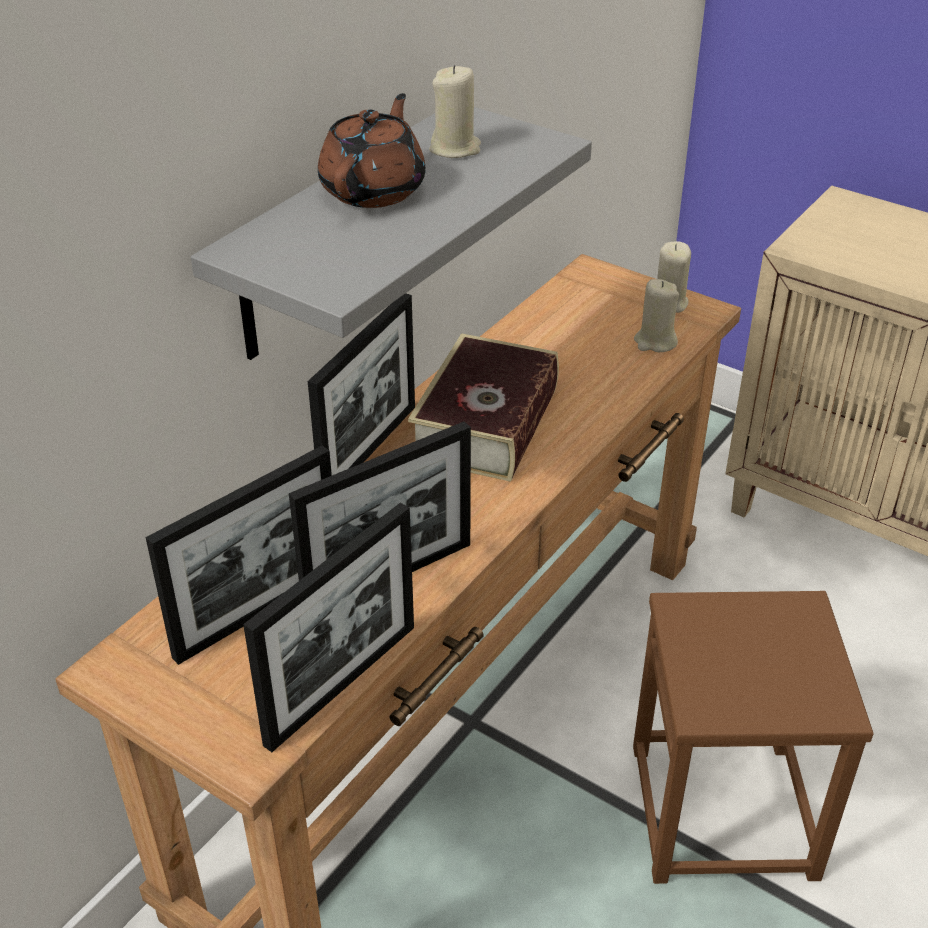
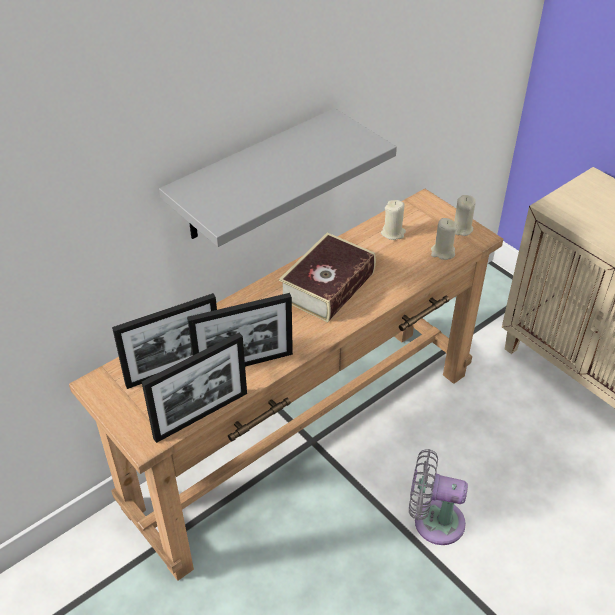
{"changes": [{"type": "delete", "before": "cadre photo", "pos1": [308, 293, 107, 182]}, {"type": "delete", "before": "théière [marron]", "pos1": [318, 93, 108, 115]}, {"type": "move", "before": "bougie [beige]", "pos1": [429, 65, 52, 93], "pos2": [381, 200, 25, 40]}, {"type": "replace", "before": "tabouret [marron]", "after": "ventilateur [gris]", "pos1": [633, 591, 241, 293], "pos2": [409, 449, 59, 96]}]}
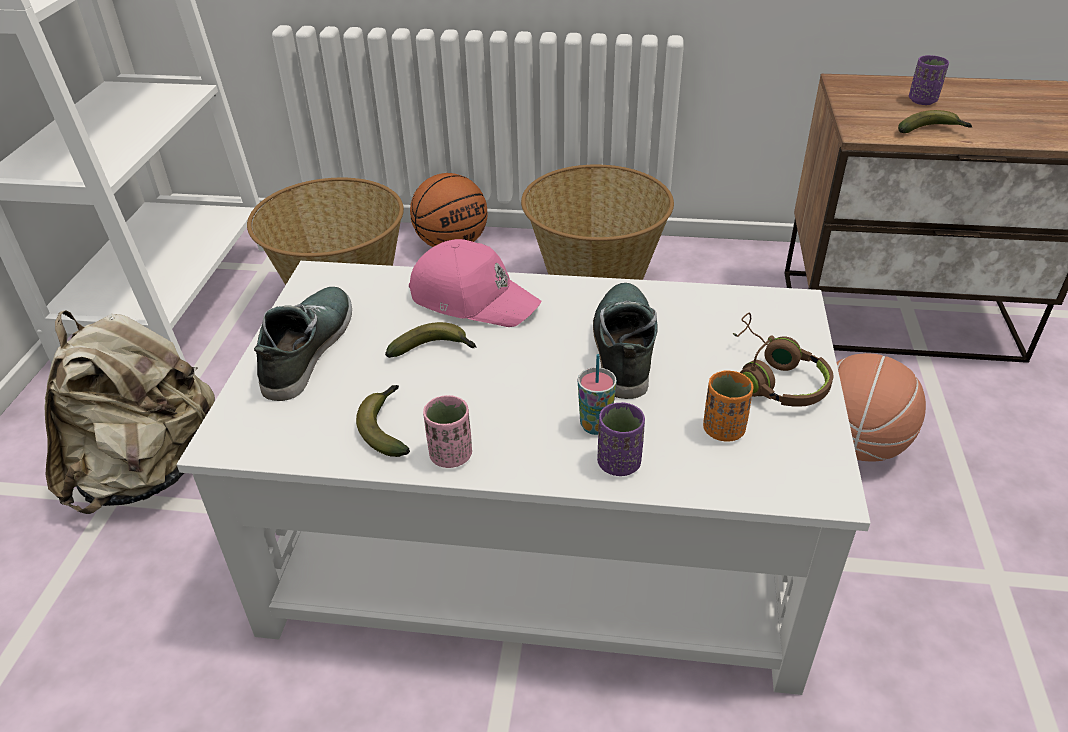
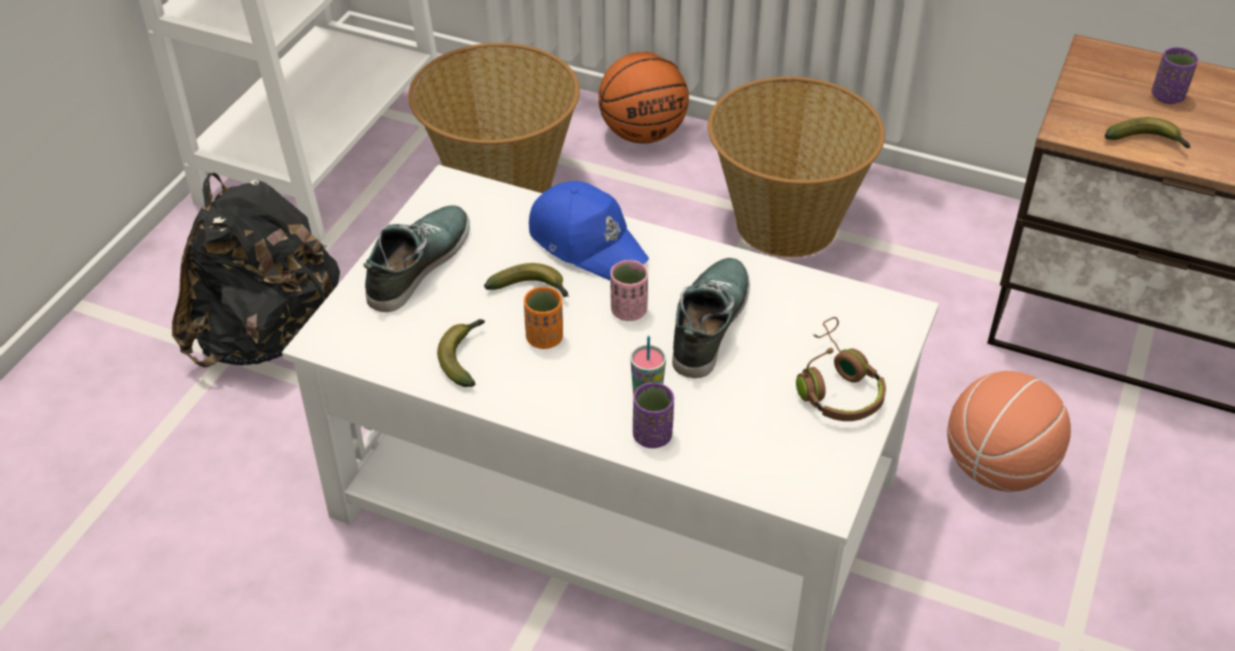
{"changes": [{"type": "recolor", "before": "sac à dos [beige]", "after": "sac à dos [noir]", "pos1": [44, 310, 171, 204], "pos2": [172, 173, 168, 194]}, {"type": "recolor", "before": "casquette [rose]", "after": "casquette [bleu]", "pos1": [409, 239, 132, 88], "pos2": [529, 181, 120, 99]}, {"type": "move", "before": "tasse [rose]", "pos1": [423, 395, 49, 73], "pos2": [610, 260, 38, 61]}, {"type": "move", "before": "tasse [orange]", "pos1": [703, 370, 50, 72], "pos2": [524, 287, 39, 62]}]}
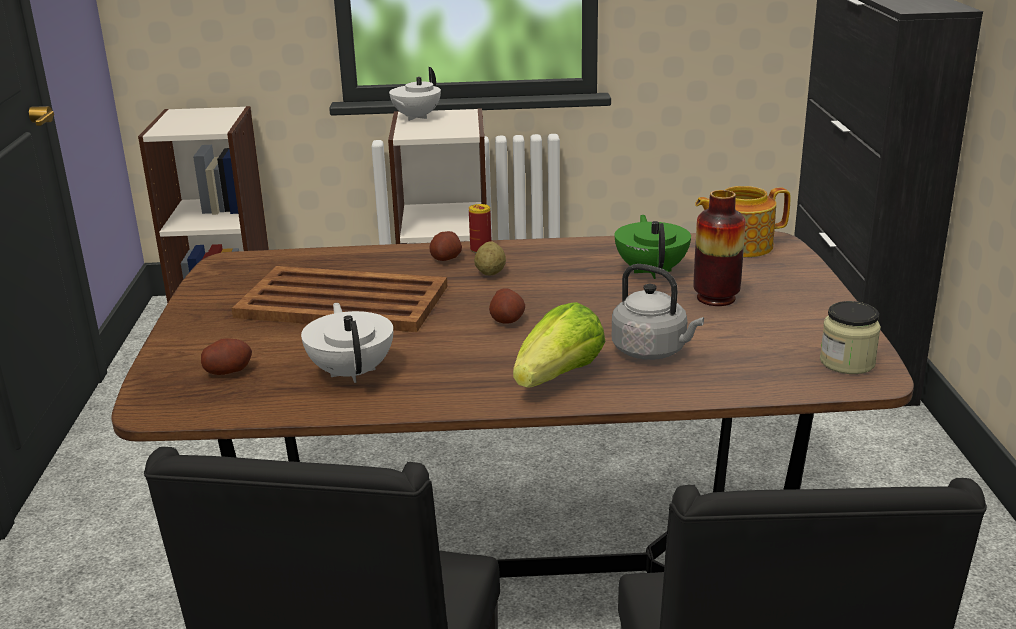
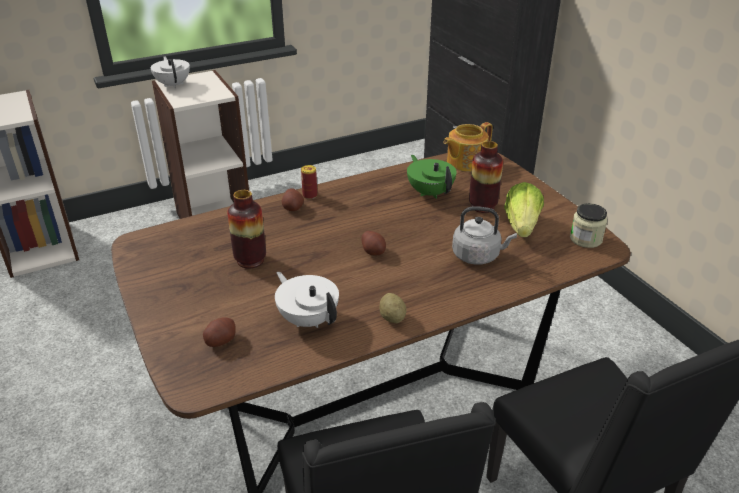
{"changes": [{"type": "replace", "before": "plateau [marron]", "after": "vase", "pos1": [232, 266, 215, 66], "pos2": [227, 190, 39, 79]}, {"type": "rotate", "before": "théière [blanc]", "pos1": [389, 67, 52, 54], "pos2": [151, 56, 39, 32], "turn": 150}, {"type": "move", "before": "pomme de terre", "pos1": [474, 241, 32, 34], "pos2": [379, 293, 28, 30]}, {"type": "move", "before": "laitue", "pos1": [513, 302, 92, 86], "pos2": [504, 182, 40, 55]}]}
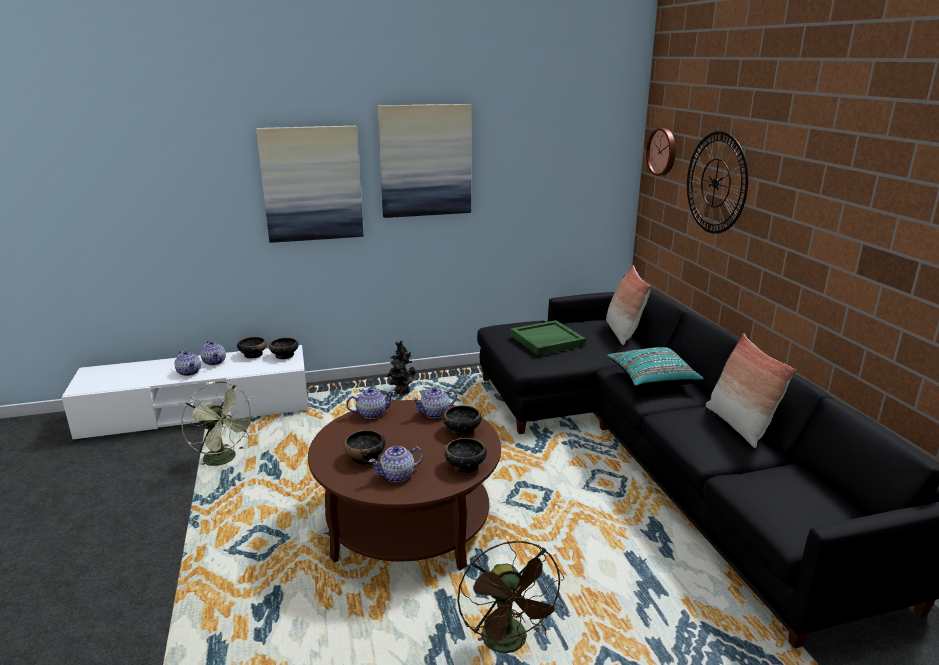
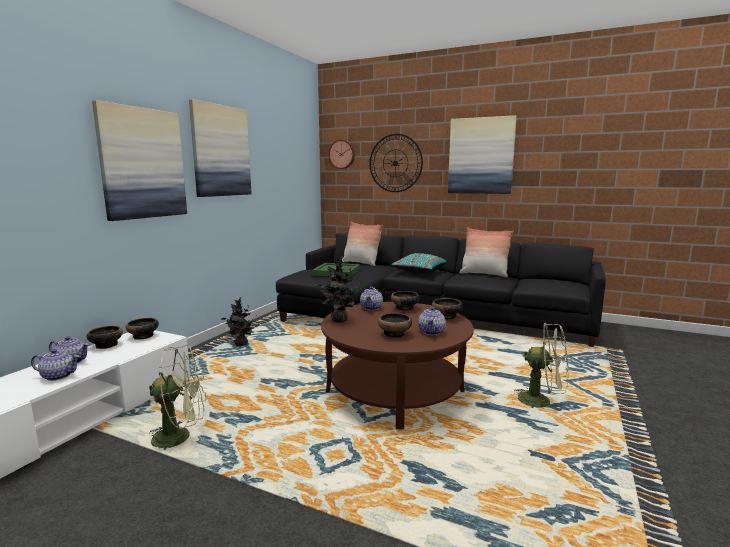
{"changes": [{"type": "replace", "before": "théière", "after": "plante en pot", "pos1": [346, 388, 49, 31], "pos2": [315, 256, 47, 66]}, {"type": "recolor", "before": "ventilateur [marron]", "after": "ventilateur [vert]", "pos1": [457, 541, 107, 112], "pos2": [514, 323, 55, 85]}, {"type": "insert", "after": "tableau", "pos2": [448, 115, 69, 79]}]}
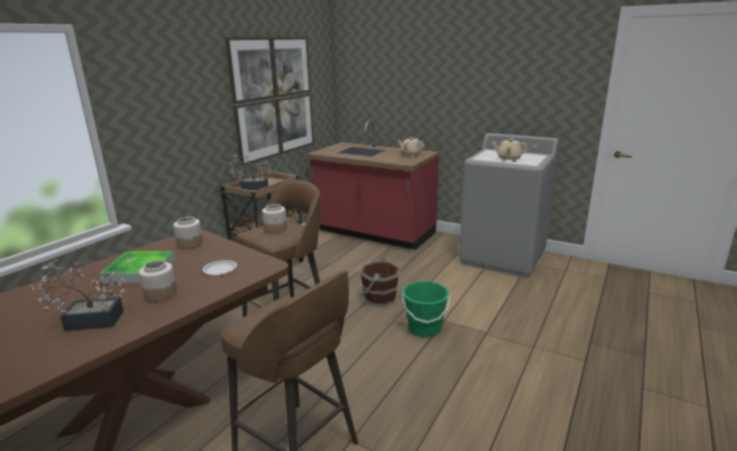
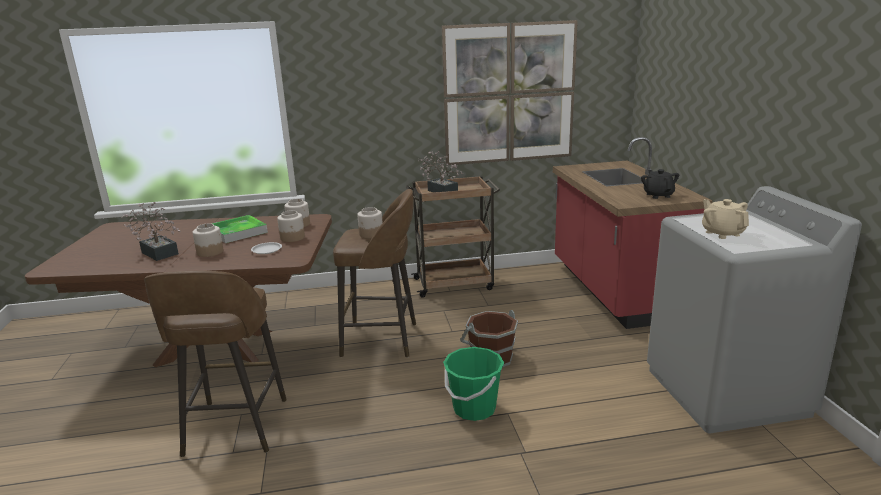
{"changes": [{"type": "recolor", "before": "théière [beige]", "after": "théière [noir]", "pos1": [398, 137, 26, 20], "pos2": [641, 169, 38, 30]}, {"type": "insert", "after": "bocal", "pos2": [277, 210, 28, 32]}]}
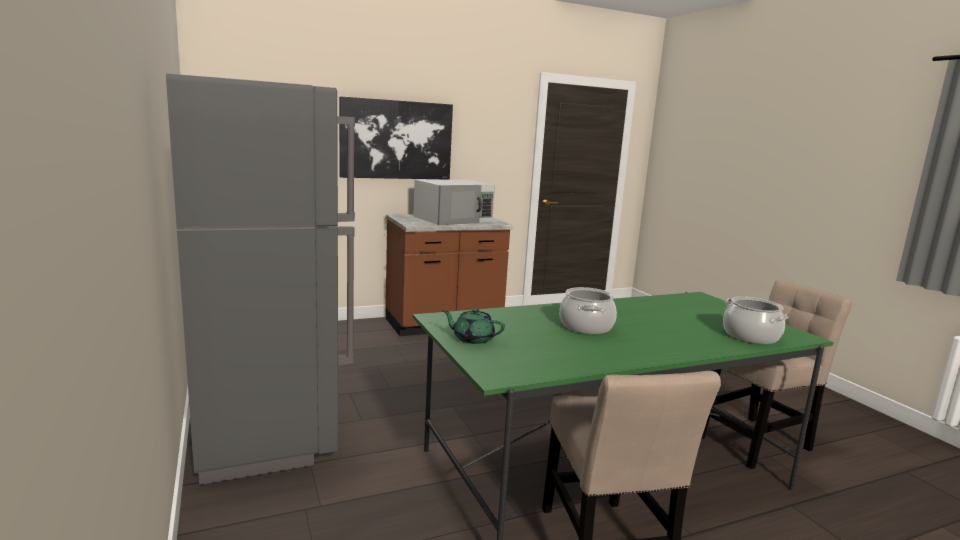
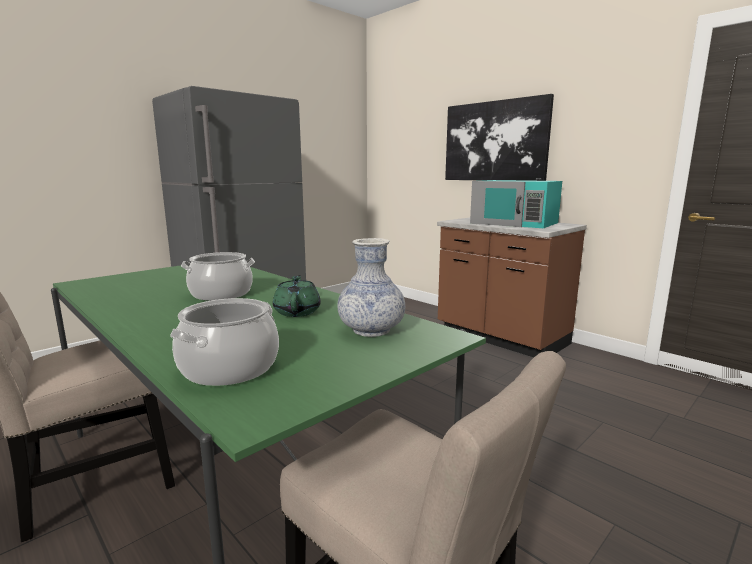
{"changes": [{"type": "recolor", "before": "micro-ondes [blanc]", "after": "micro-ondes [turquoise]", "pos1": [413, 179, 82, 46], "pos2": [470, 180, 92, 48]}, {"type": "move", "before": "théière [vert]", "pos1": [443, 308, 62, 36], "pos2": [273, 275, 48, 42]}, {"type": "insert", "after": "vase", "pos2": [337, 238, 68, 99]}]}
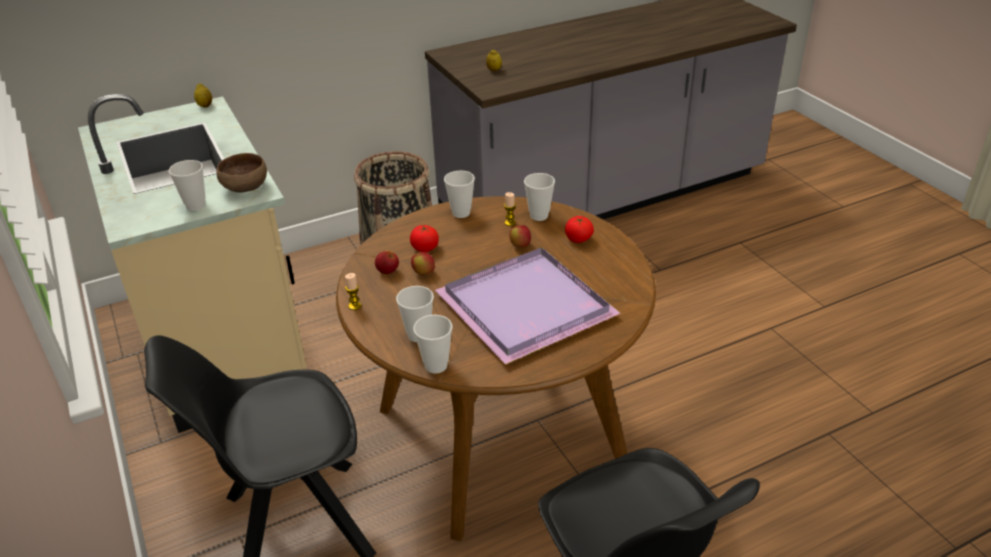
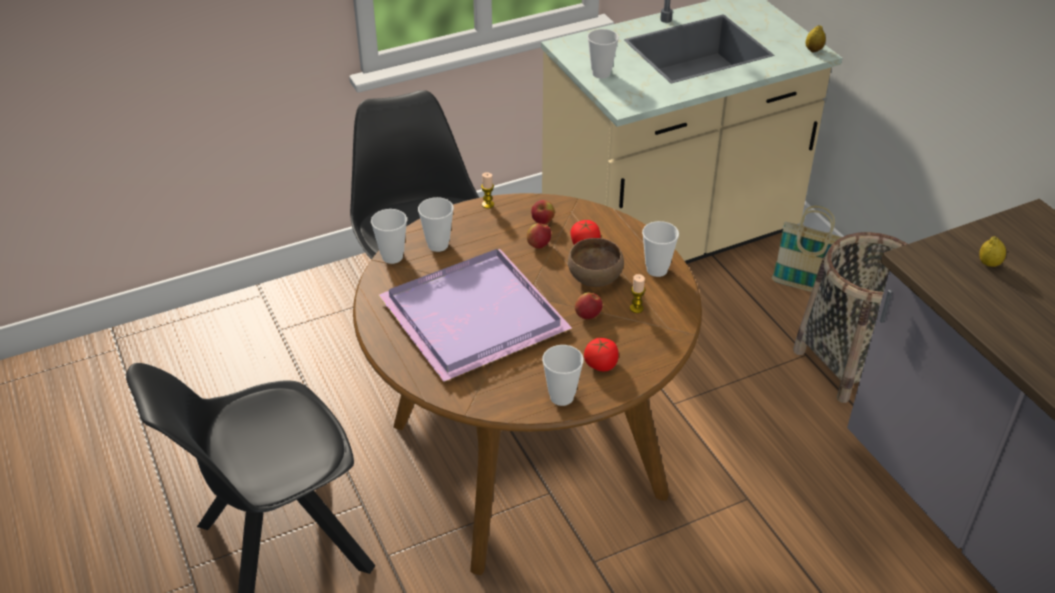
{"changes": [{"type": "move", "before": "bol [marron]", "pos1": [216, 153, 51, 39], "pos2": [568, 238, 56, 49]}, {"type": "move", "before": "tasse", "pos1": [524, 173, 31, 48], "pos2": [542, 345, 42, 61]}, {"type": "insert", "after": "panier", "pos2": [772, 206, 70, 86]}]}
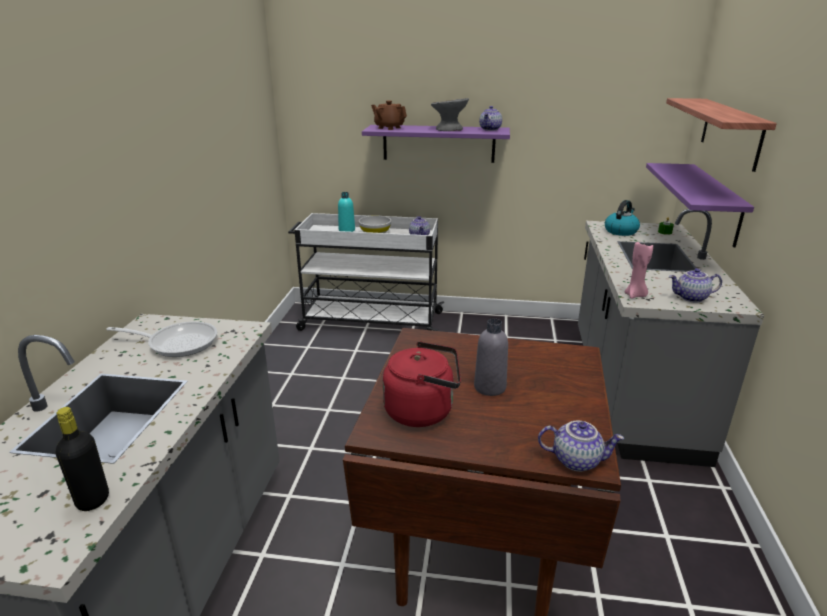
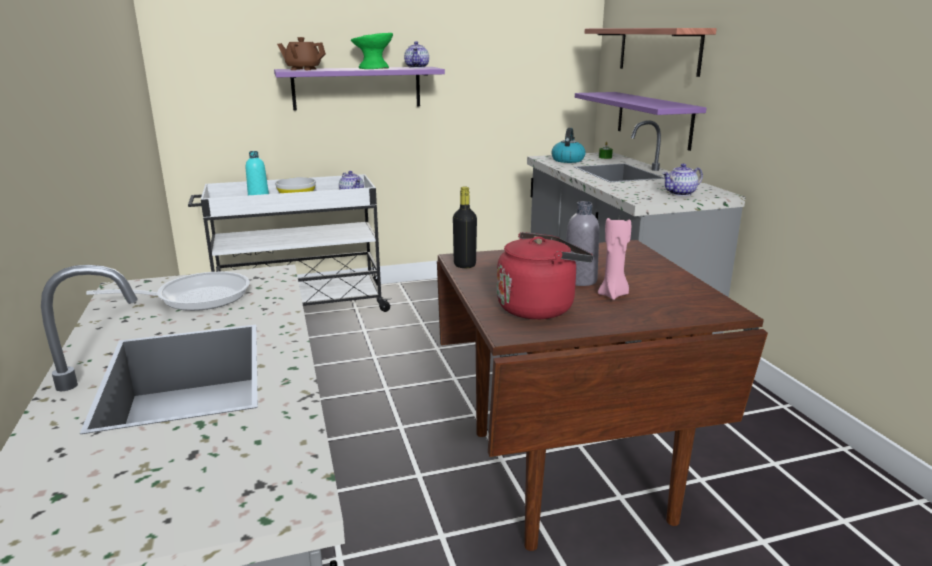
{"changes": [{"type": "move", "before": "bouteille [noir]", "pos1": [56, 407, 53, 104], "pos2": [453, 186, 24, 82]}, {"type": "recolor", "before": "bol [gris]", "after": "bol [vert]", "pos1": [431, 98, 38, 33], "pos2": [351, 33, 42, 36]}, {"type": "delete", "before": "théière", "pos1": [538, 421, 86, 51]}, {"type": "move", "before": "bougie [rose]", "pos1": [625, 242, 28, 57], "pos2": [598, 218, 33, 82]}]}
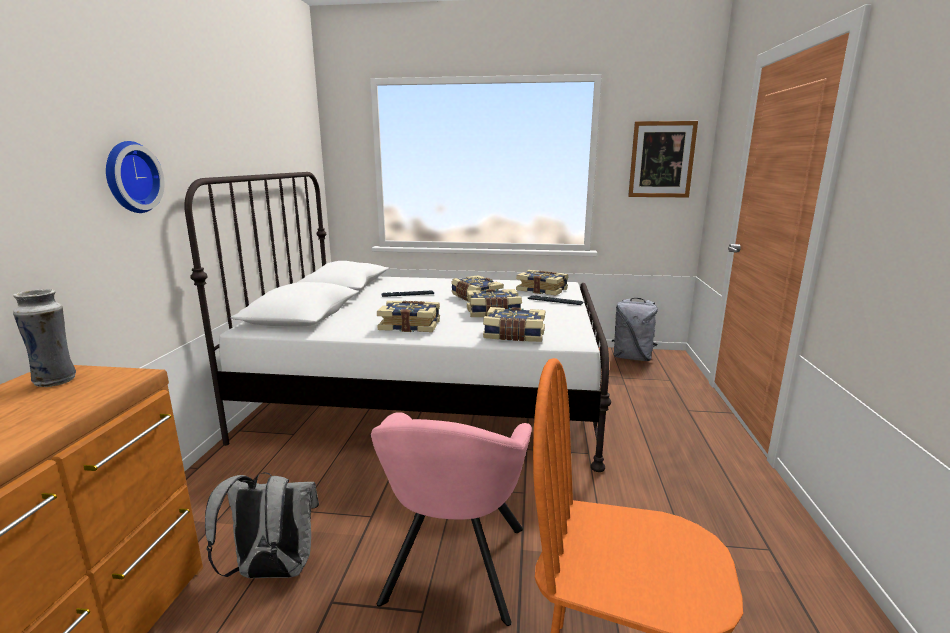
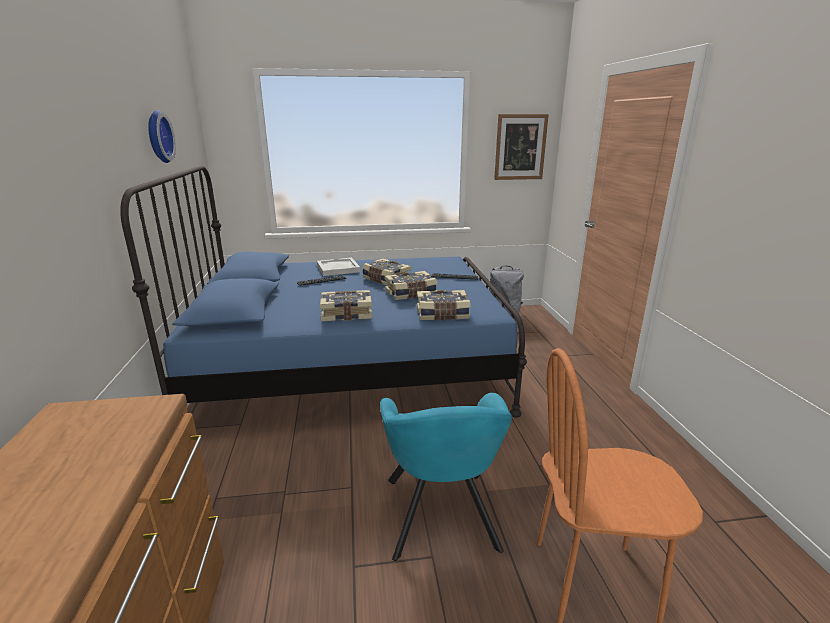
{"changes": [{"type": "delete", "before": "vase", "pos1": [13, 289, 63, 98]}, {"type": "move", "before": "horloge murale", "pos1": [106, 141, 59, 72], "pos2": [148, 110, 28, 53]}, {"type": "recolor", "before": "lit [blanc]", "after": "lit [bleu]", "pos1": [184, 172, 427, 300], "pos2": [120, 165, 407, 253]}, {"type": "delete", "before": "sac à dos [gris]", "pos1": [205, 472, 114, 106]}, {"type": "recolor", "before": "fauteuil [rose]", "after": "fauteuil [turquoise]", "pos1": [371, 412, 161, 214], "pos2": [380, 393, 132, 168]}, {"type": "delete", "before": "livre", "pos1": [516, 270, 52, 26]}, {"type": "insert", "after": "plateau [blanc]", "pos2": [317, 258, 43, 18]}]}
